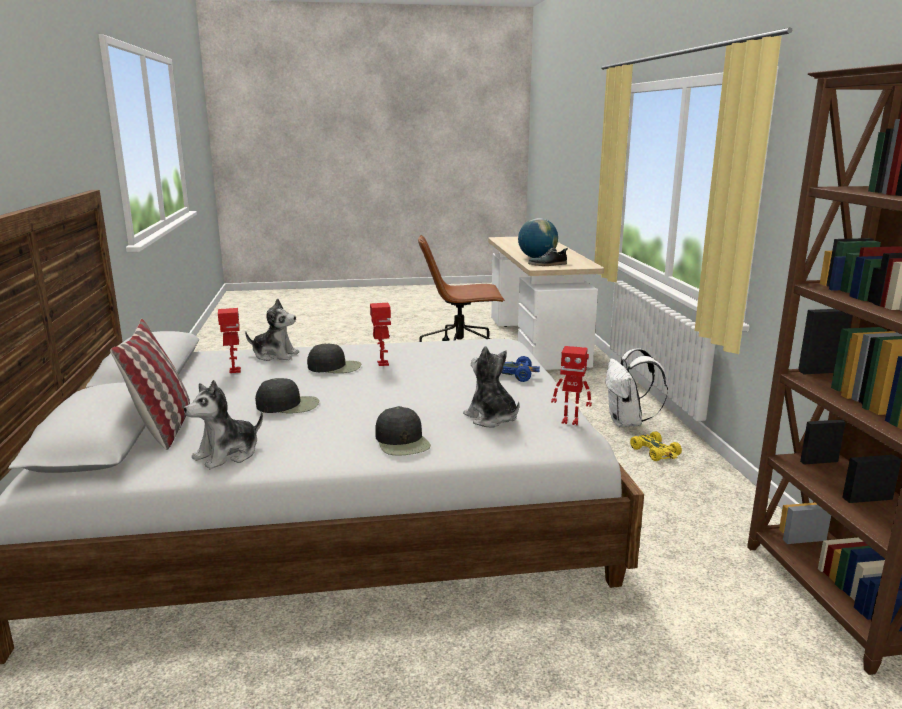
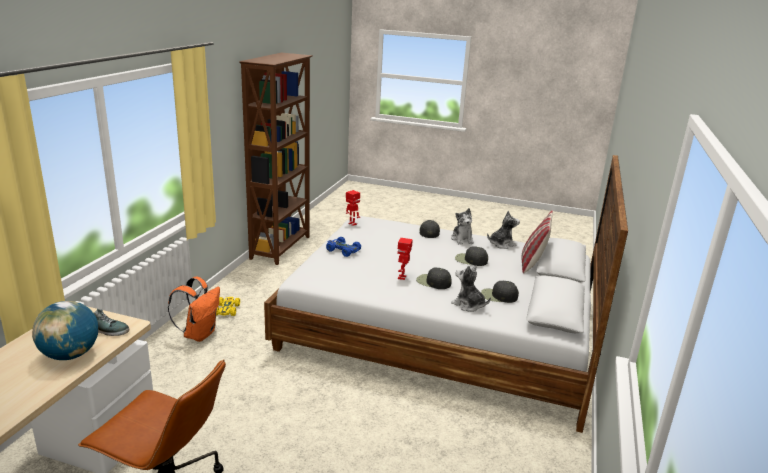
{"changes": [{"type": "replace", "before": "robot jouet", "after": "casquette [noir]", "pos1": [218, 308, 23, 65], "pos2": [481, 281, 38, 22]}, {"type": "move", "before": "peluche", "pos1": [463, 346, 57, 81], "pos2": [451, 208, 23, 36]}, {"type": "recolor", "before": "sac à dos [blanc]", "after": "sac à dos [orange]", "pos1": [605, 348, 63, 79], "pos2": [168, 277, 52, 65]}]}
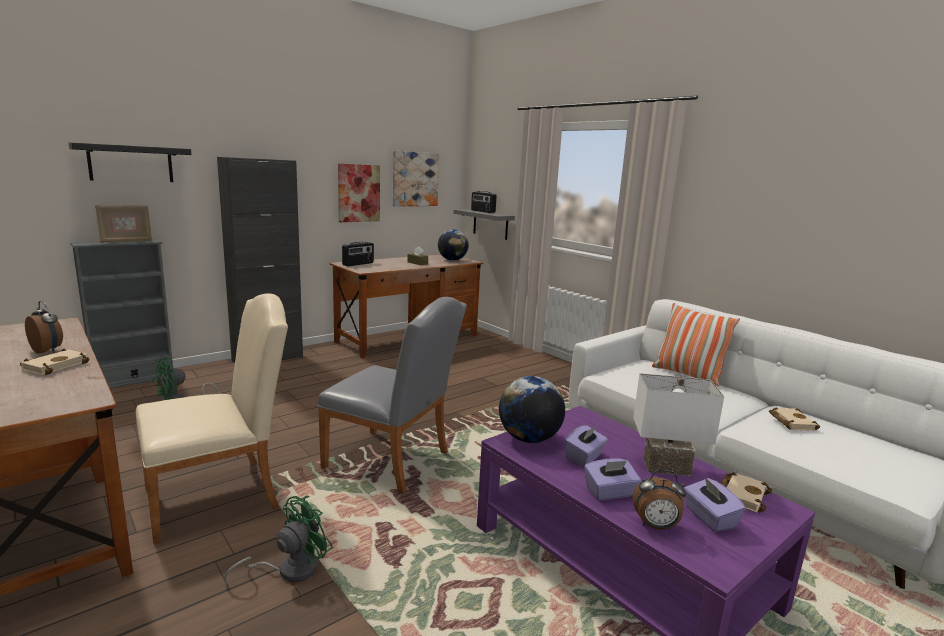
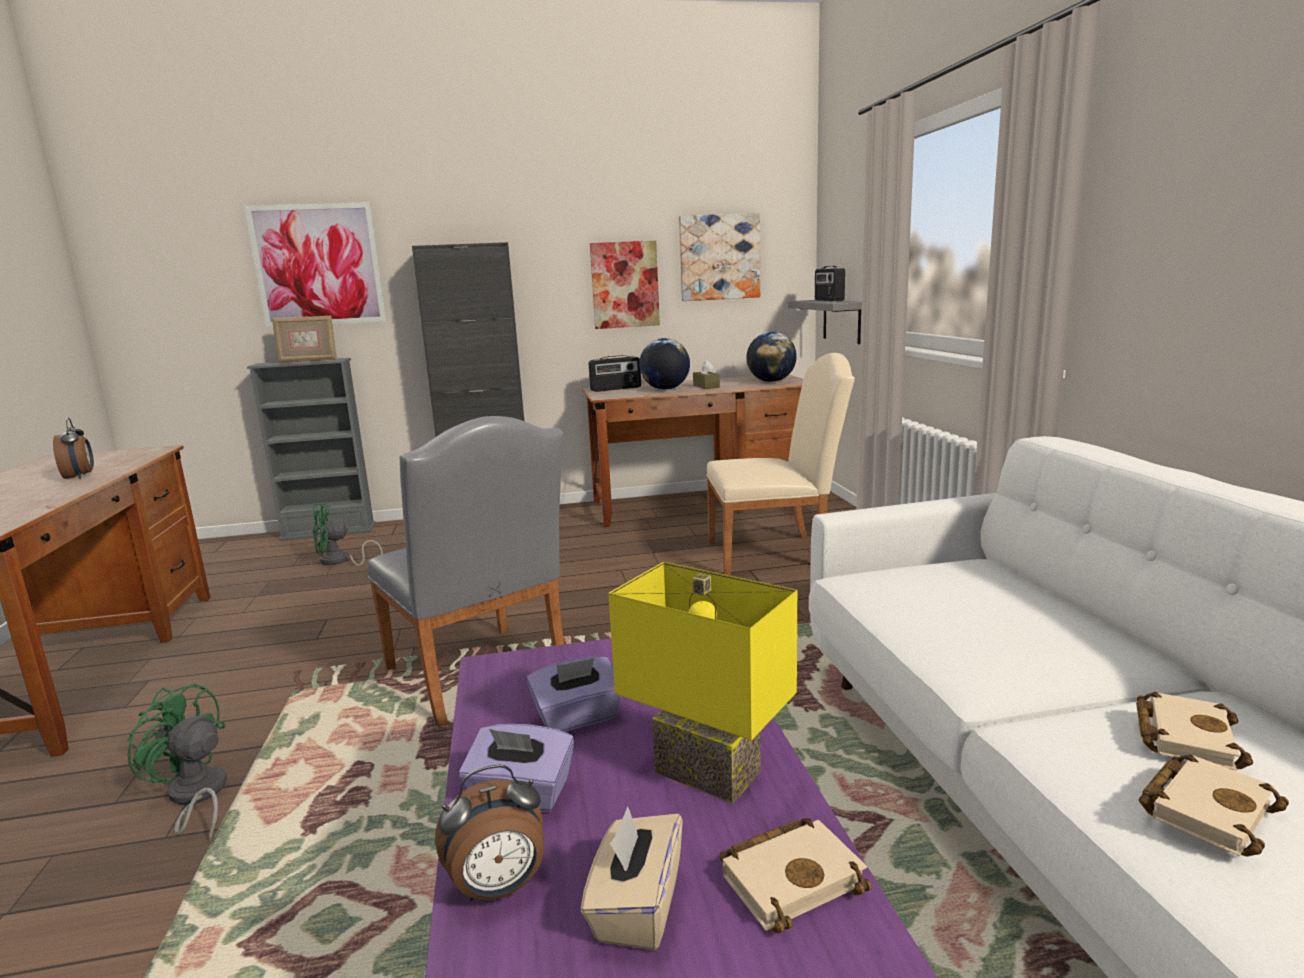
{"changes": [{"type": "move", "before": "livre [beige]", "pos1": [20, 348, 69, 27], "pos2": [1139, 755, 150, 102]}, {"type": "replace", "before": "étagère [noir]", "after": "tableau", "pos1": [69, 143, 122, 39], "pos2": [244, 202, 142, 126]}, {"type": "move", "before": "chaise [beige]", "pos1": [136, 293, 152, 251], "pos2": [706, 353, 149, 223]}, {"type": "rotate", "before": "ventilateur [vert]", "pos1": [224, 495, 109, 88], "pos2": [126, 684, 101, 158], "turn": -135}, {"type": "move", "before": "globe", "pos1": [499, 376, 66, 67], "pos2": [639, 338, 51, 52]}, {"type": "recolor", "before": "lampe de table [blanc]", "after": "lampe de table [jaune]", "pos1": [633, 373, 91, 103], "pos2": [608, 562, 189, 242]}, {"type": "rotate", "before": "réveil", "pos1": [633, 470, 53, 60], "pos2": [435, 764, 109, 138], "turn": -60}, {"type": "delete", "before": "coussin", "pos1": [652, 303, 88, 83]}, {"type": "recolor", "before": "boîte à mouchoirs [violet]", "after": "boîte à mouchoirs [beige]", "pos1": [684, 477, 62, 55], "pos2": [581, 806, 102, 144]}]}
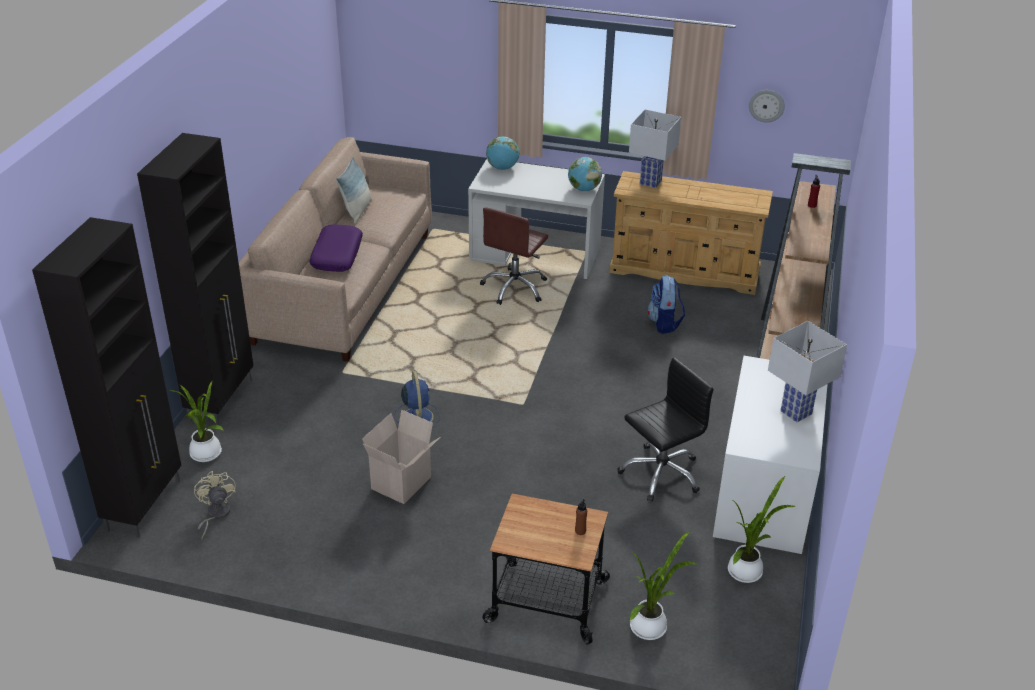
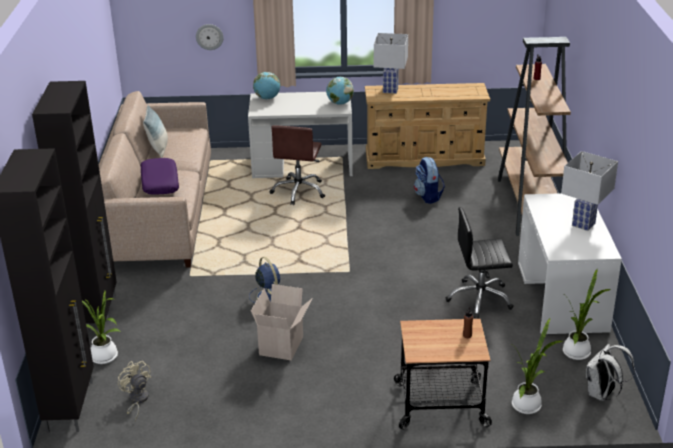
{"changes": [{"type": "rotate", "before": "chaise de bureau [noir]", "pos1": [618, 357, 96, 144], "pos2": [446, 207, 68, 112], "turn": -135}, {"type": "move", "before": "horloge murale", "pos1": [749, 90, 36, 33], "pos2": [196, 24, 27, 26]}, {"type": "insert", "after": "sac à dos [blanc]", "pos2": [586, 344, 49, 57]}]}
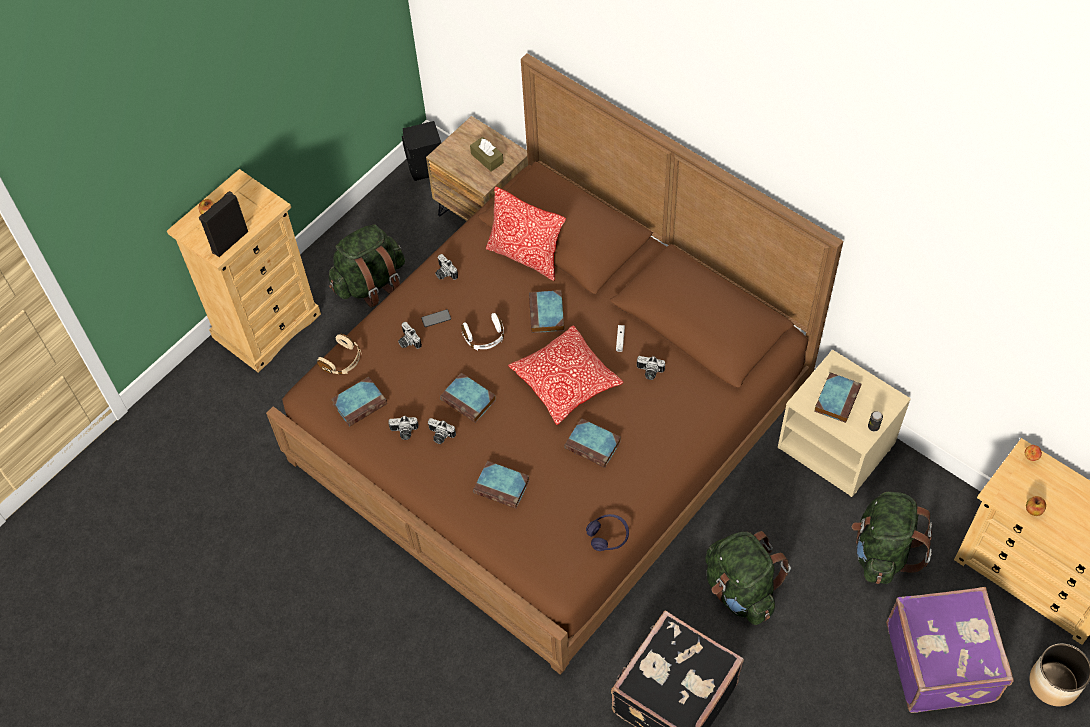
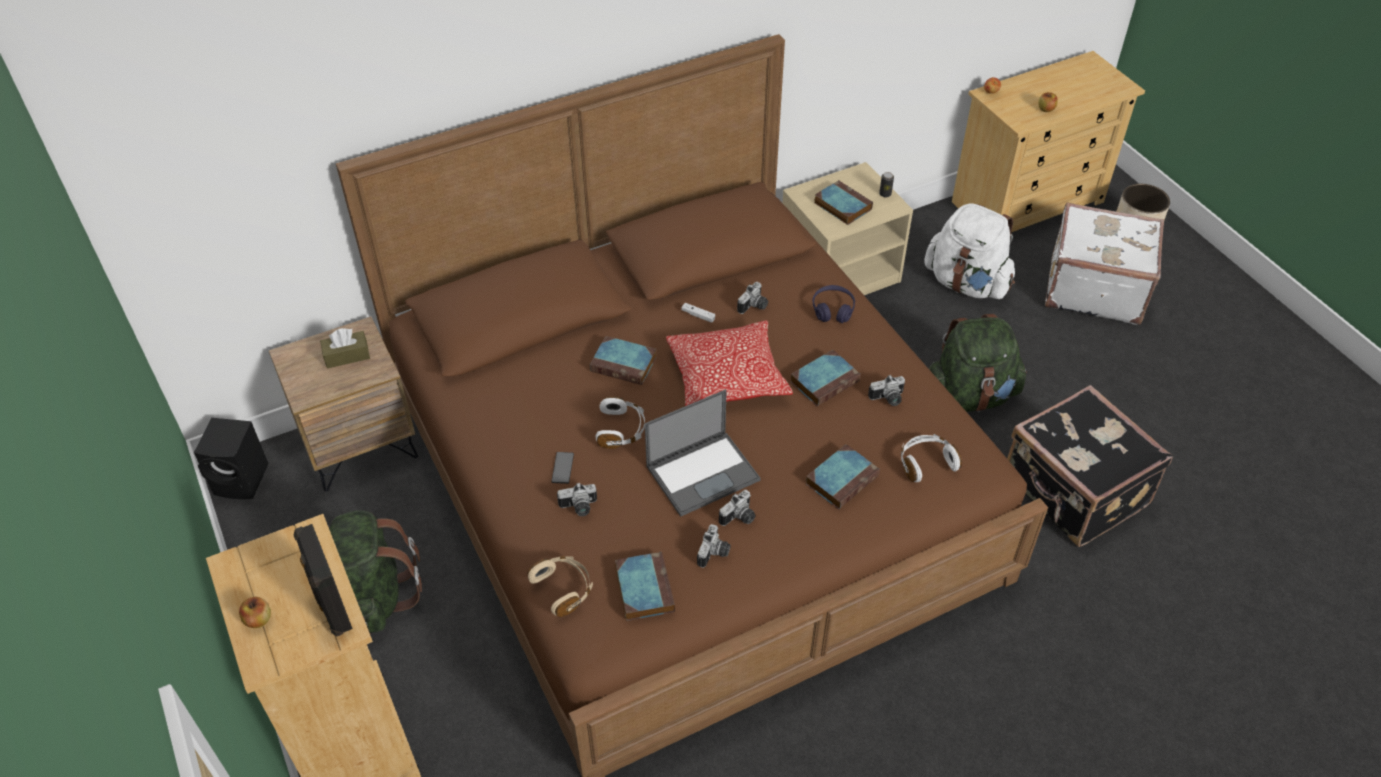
{"changes": [{"type": "move", "before": "appareil photo", "pos1": [435, 254, 23, 26], "pos2": [868, 375, 37, 31]}, {"type": "replace", "before": "livre", "after": "ordinateur portable", "pos1": [440, 373, 56, 50], "pos2": [645, 389, 116, 128]}, {"type": "delete", "before": "coussin", "pos1": [486, 187, 80, 94]}, {"type": "move", "before": "casque audio [violet]", "pos1": [586, 514, 43, 37], "pos2": [812, 285, 43, 38]}, {"type": "recolor", "before": "sac à dos [vert]", "after": "sac à dos [blanc]", "pos1": [852, 492, 80, 92], "pos2": [924, 204, 91, 95]}, {"type": "recolor", "before": "valise [violet]", "after": "valise [blanc]", "pos1": [886, 587, 128, 126], "pos2": [1045, 202, 119, 123]}, {"type": "insert", "after": "casque audio [blanc]", "pos2": [901, 434, 61, 48]}]}
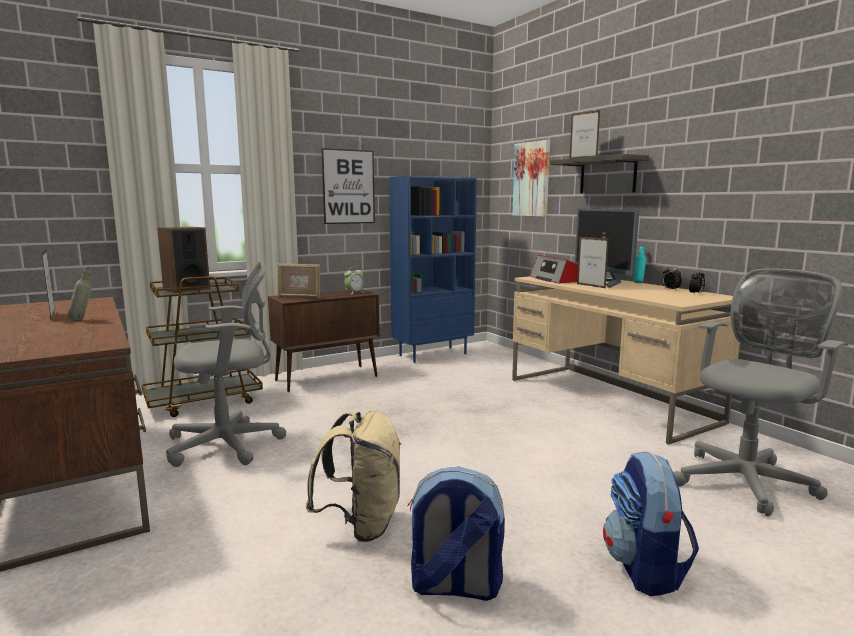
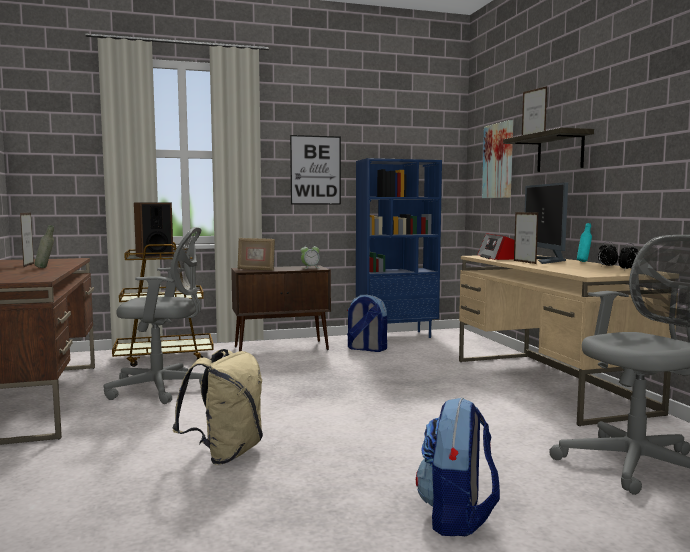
{"changes": [{"type": "move", "before": "sac à dos", "pos1": [408, 467, 97, 134], "pos2": [347, 295, 40, 57]}]}
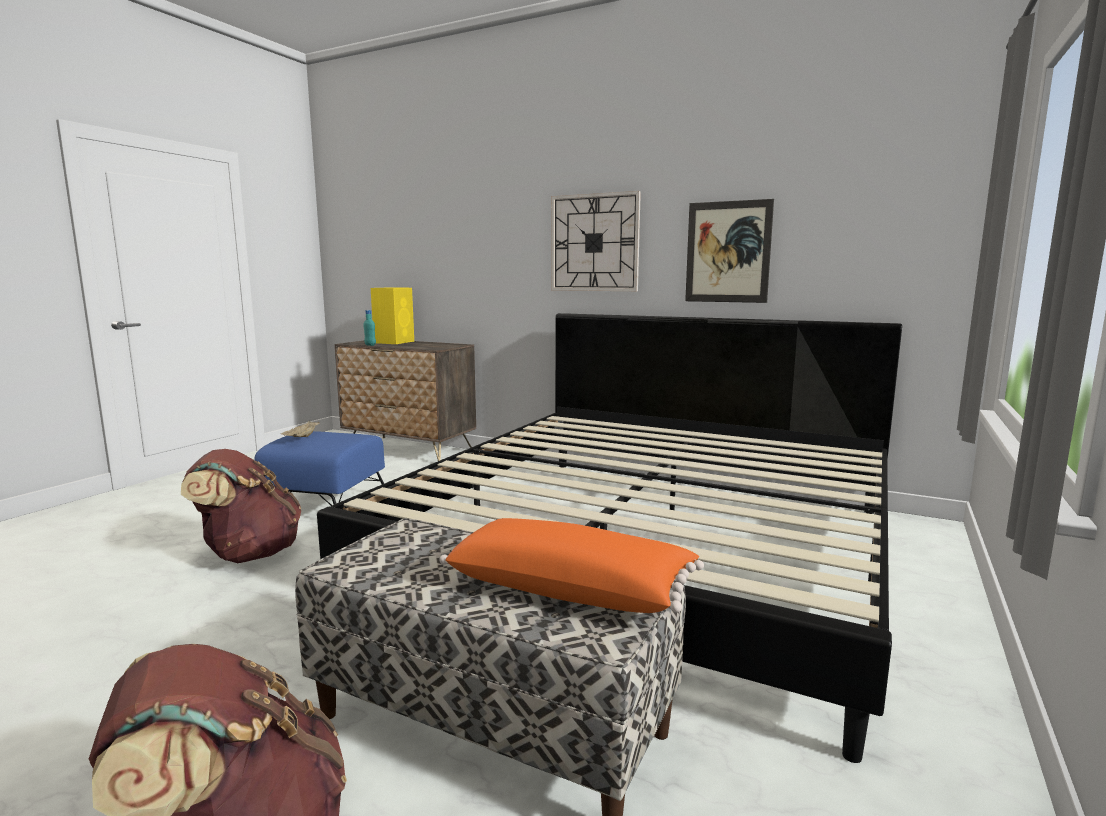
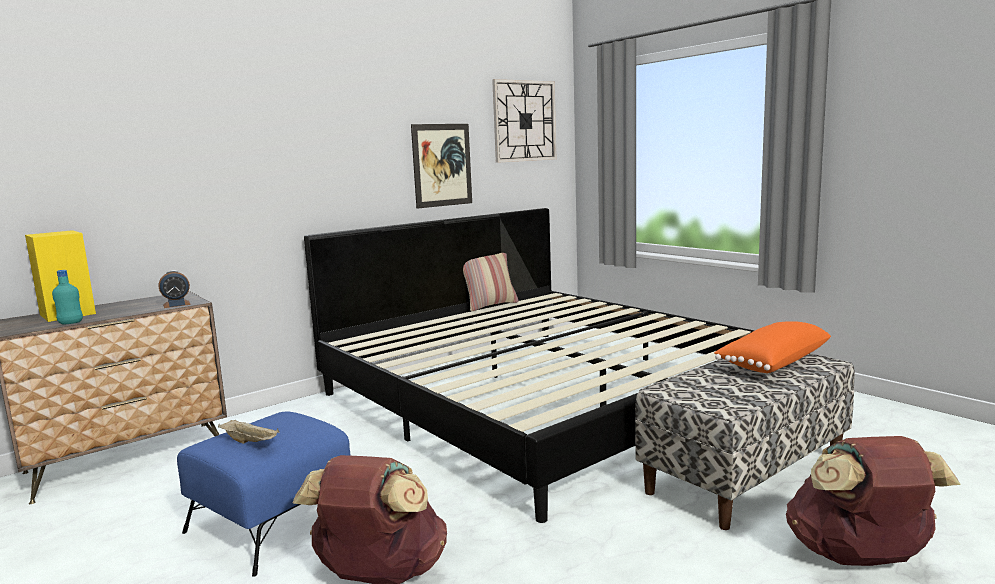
{"changes": [{"type": "move", "before": "horloge murale", "pos1": [551, 191, 90, 100], "pos2": [492, 79, 64, 84]}, {"type": "insert", "after": "réveil", "pos2": [159, 270, 32, 38]}, {"type": "insert", "after": "coussin", "pos2": [463, 253, 56, 59]}]}
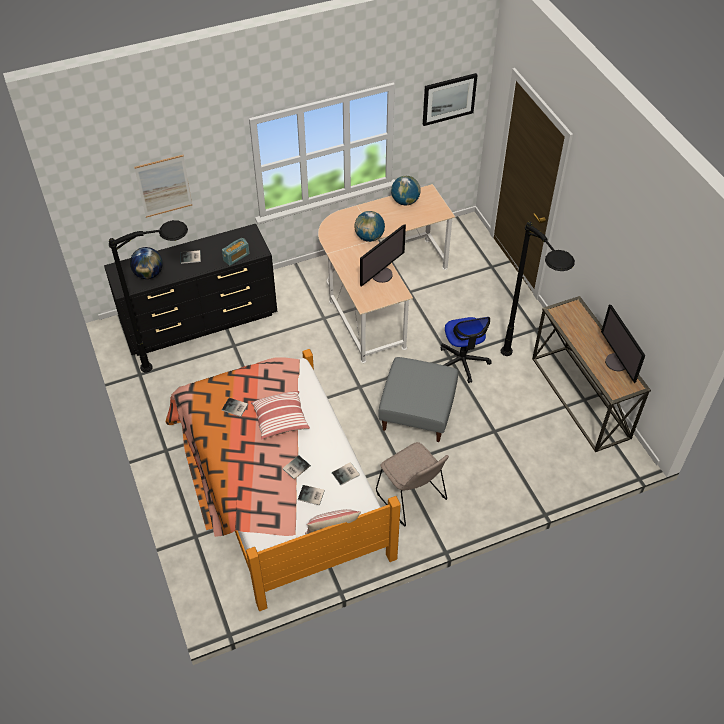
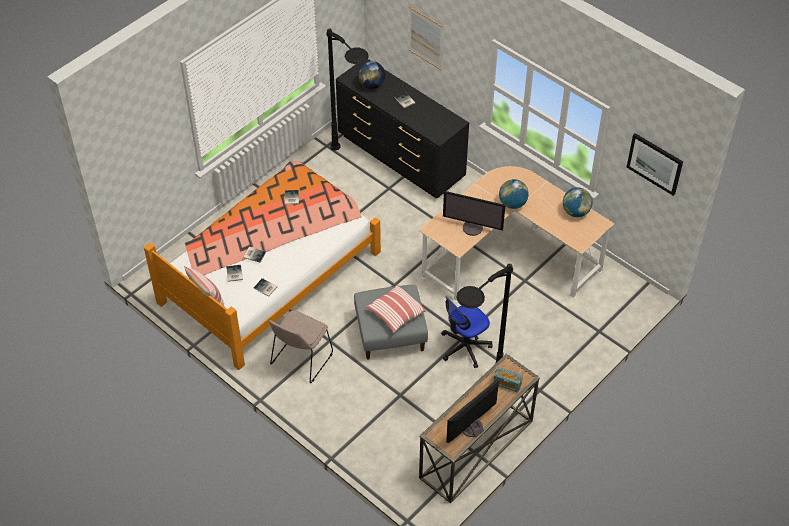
{"changes": [{"type": "move", "before": "radio", "pos1": [222, 238, 28, 28], "pos2": [493, 367, 30, 25]}, {"type": "move", "before": "coussin", "pos1": [251, 391, 59, 49], "pos2": [366, 285, 60, 48]}]}
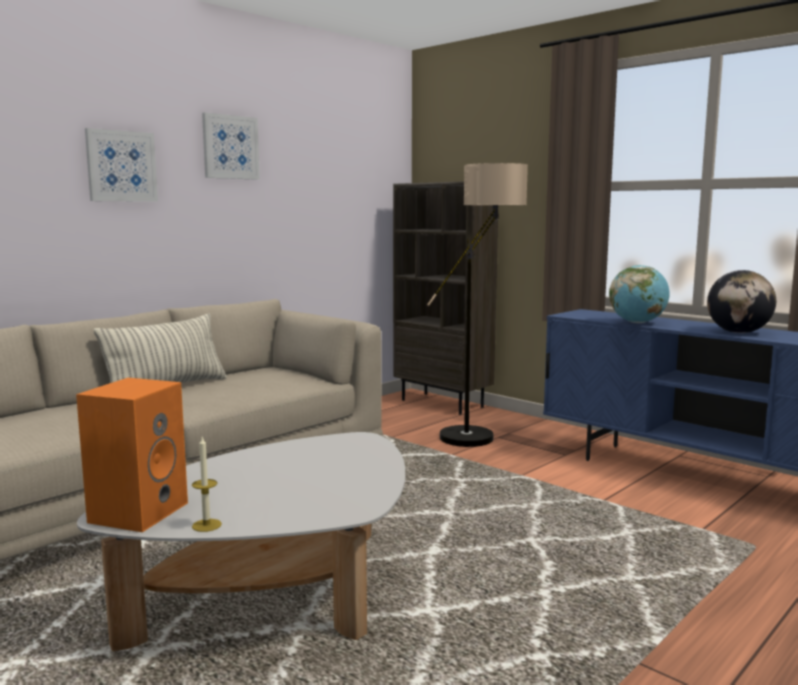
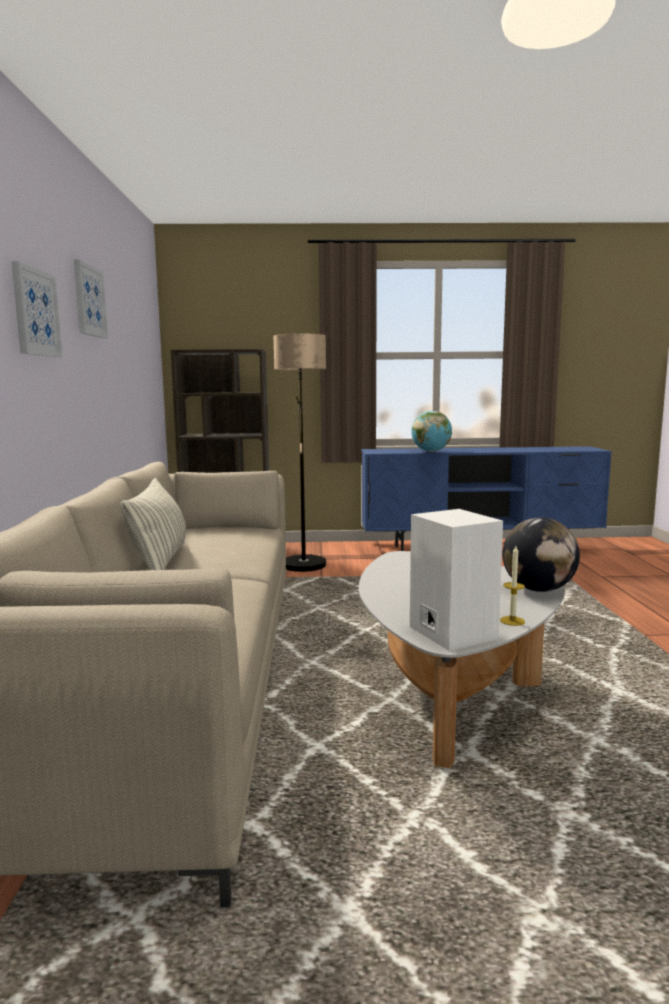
{"changes": [{"type": "recolor", "before": "enceinte [orange]", "after": "enceinte [blanc]", "pos1": [76, 378, 112, 154], "pos2": [410, 509, 93, 142]}, {"type": "move", "before": "globe", "pos1": [707, 270, 69, 63], "pos2": [502, 517, 78, 75]}]}
